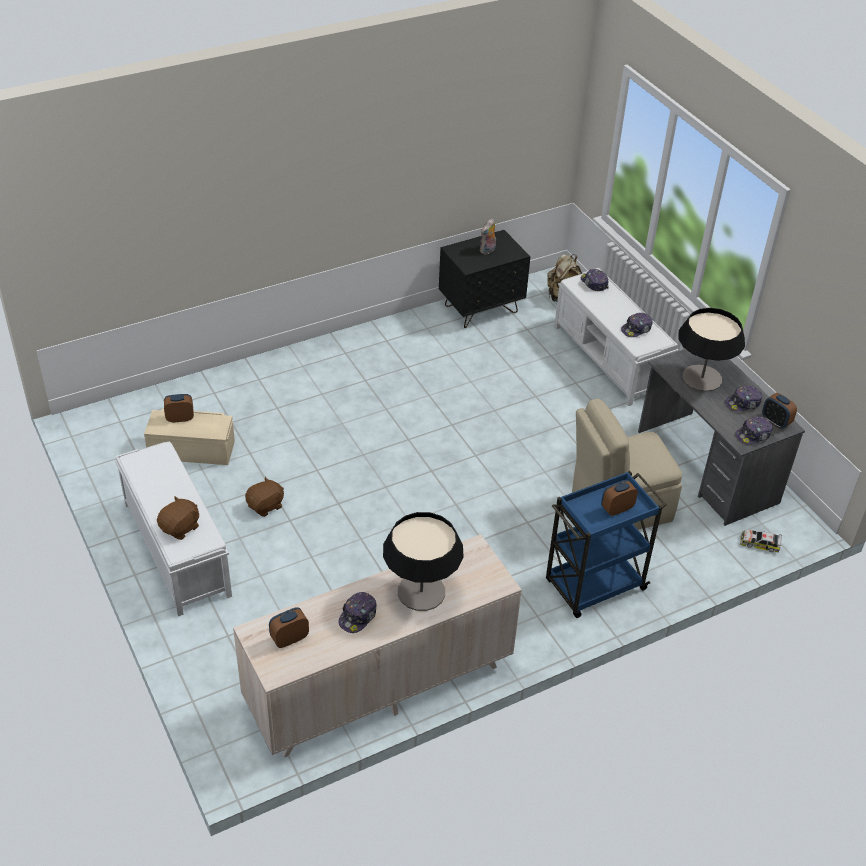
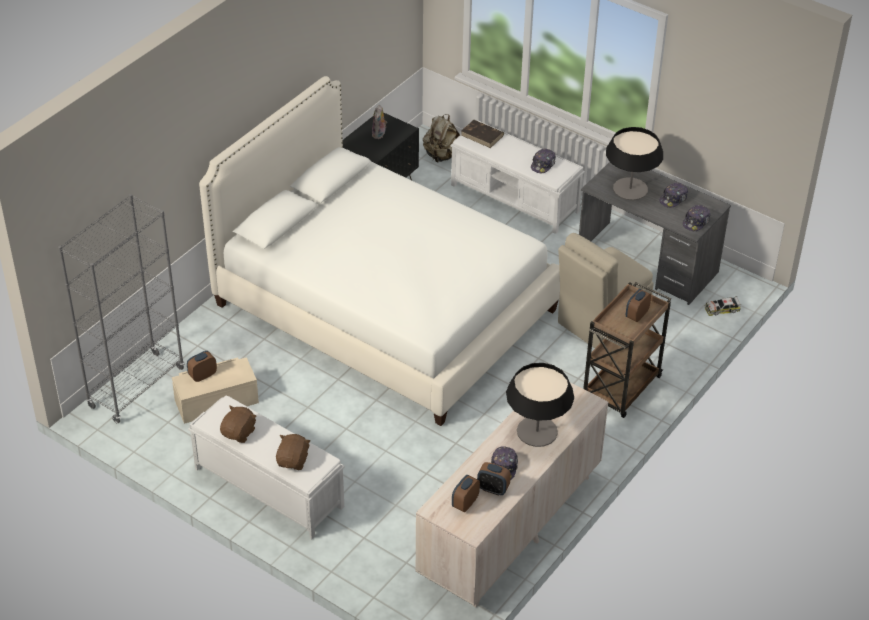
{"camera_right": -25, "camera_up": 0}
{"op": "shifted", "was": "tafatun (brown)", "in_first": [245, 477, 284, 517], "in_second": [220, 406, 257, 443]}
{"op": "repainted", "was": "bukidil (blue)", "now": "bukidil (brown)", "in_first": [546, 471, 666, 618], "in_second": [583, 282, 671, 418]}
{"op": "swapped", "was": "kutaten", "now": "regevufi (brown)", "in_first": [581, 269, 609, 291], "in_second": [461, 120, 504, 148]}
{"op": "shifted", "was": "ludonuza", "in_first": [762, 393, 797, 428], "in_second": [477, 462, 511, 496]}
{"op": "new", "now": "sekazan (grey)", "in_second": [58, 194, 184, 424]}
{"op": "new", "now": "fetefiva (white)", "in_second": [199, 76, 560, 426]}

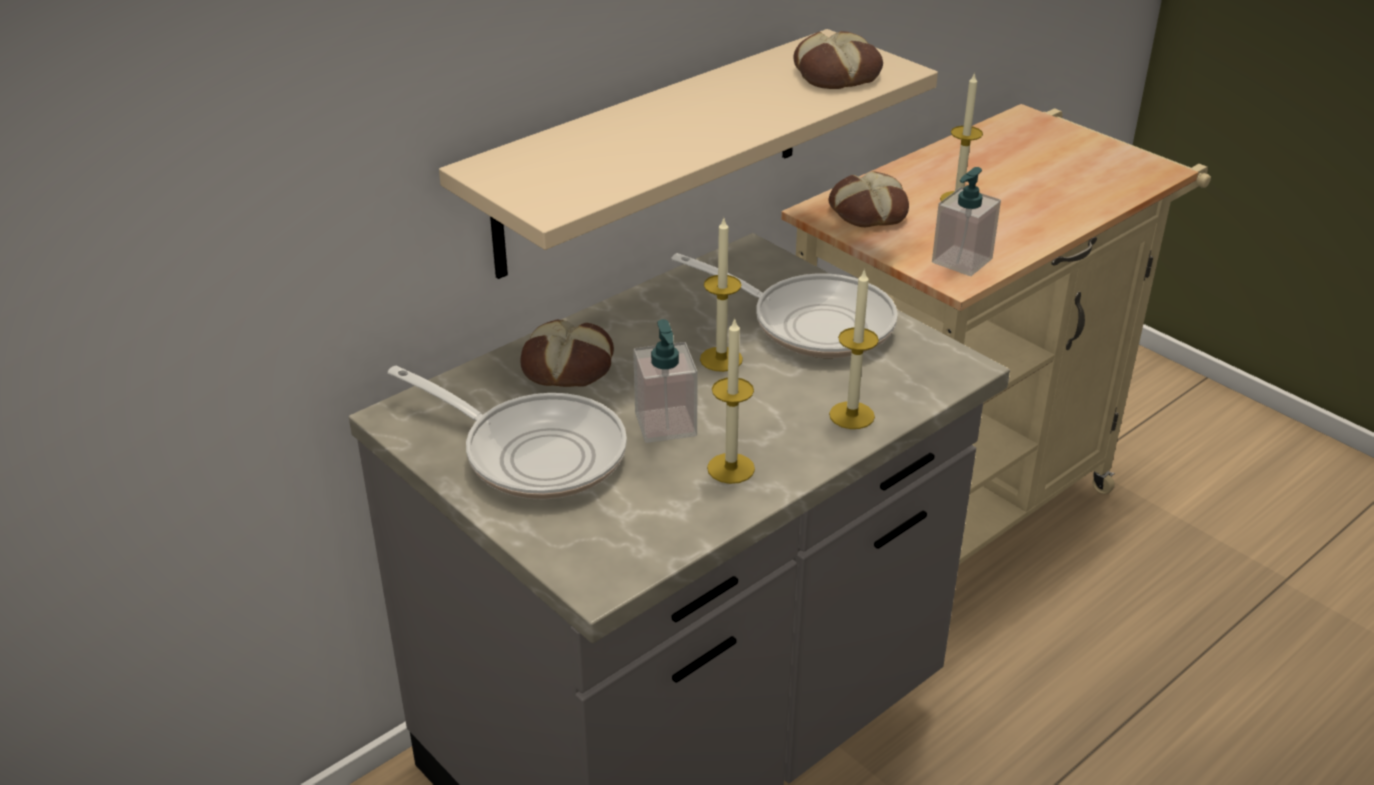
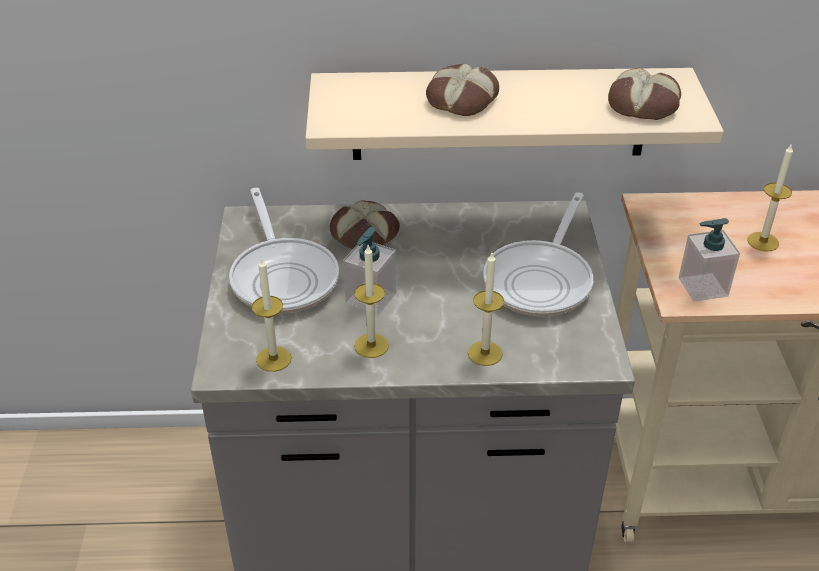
{"camera_right": 40, "camera_up": 5}
{"op": "rotated", "was": "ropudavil", "in_first": [671, 253, 898, 358], "in_second": [483, 192, 593, 317], "clockwise": 45}
{"op": "shifted", "was": "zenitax", "in_first": [700, 217, 743, 372], "in_second": [252, 257, 292, 372]}
{"op": "shifted", "was": "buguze", "in_first": [828, 171, 909, 227], "in_second": [426, 63, 499, 116]}

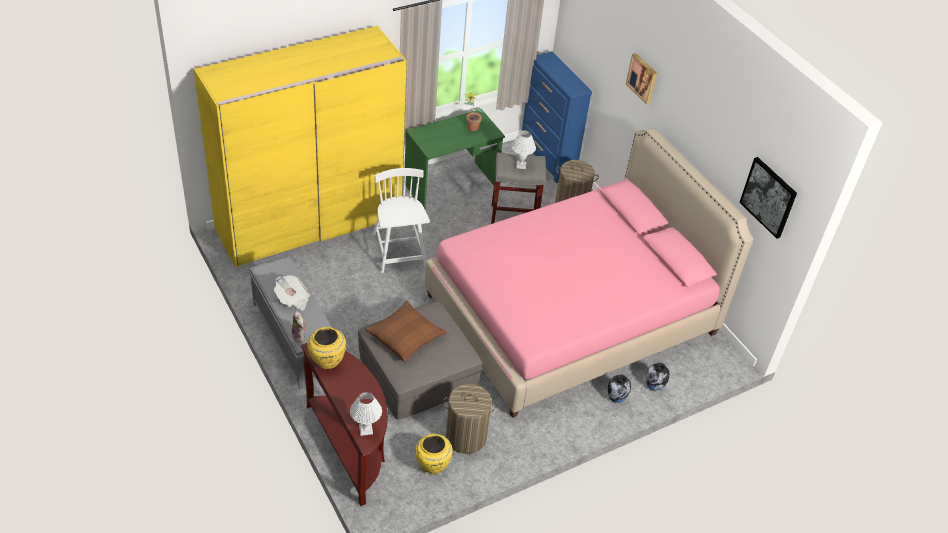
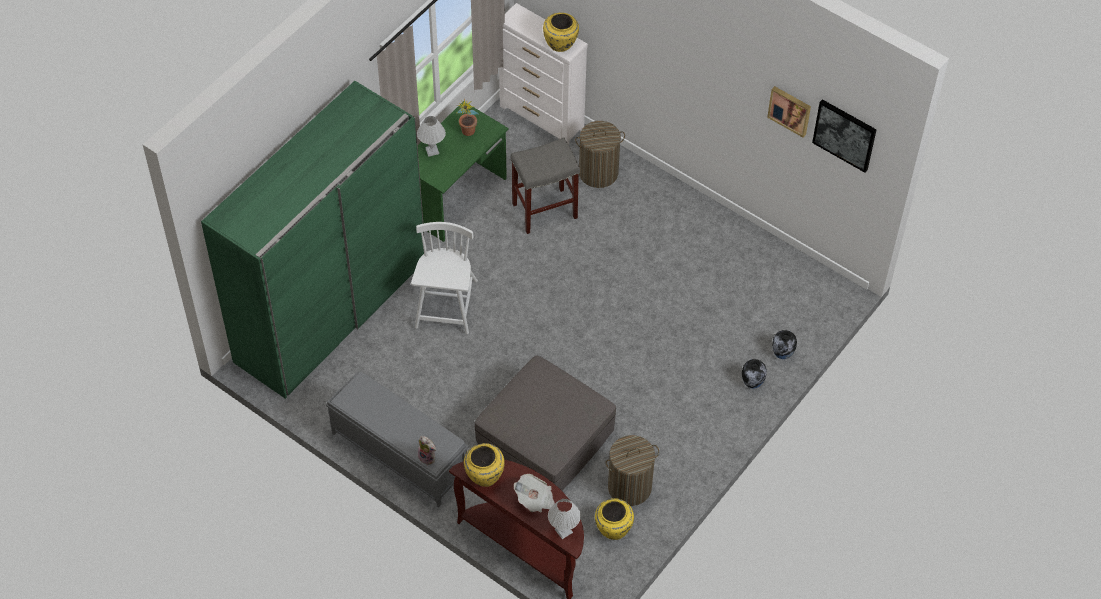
{"camera_right": -20, "camera_up": 10}
{"op": "repainted", "was": "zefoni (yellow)", "now": "zefoni (green)", "in_first": [194, 26, 407, 268], "in_second": [201, 81, 425, 399]}
{"op": "shifted", "was": "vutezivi", "in_first": [274, 275, 310, 311], "in_second": [514, 474, 555, 512]}
{"op": "gone", "was": "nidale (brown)", "in_first": [365, 301, 447, 363]}
{"op": "rotated", "was": "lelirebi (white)", "in_first": [372, 168, 430, 273], "in_second": [411, 222, 478, 334], "clockwise": 45}
{"op": "gone", "was": "fetefiva (pink)", "in_first": [425, 128, 753, 418]}
{"op": "shifted", "was": "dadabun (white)", "in_first": [511, 131, 536, 169], "in_second": [417, 116, 446, 157]}
{"op": "repainted", "was": "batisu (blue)", "now": "batisu (white)", "in_first": [522, 51, 592, 183], "in_second": [499, 3, 588, 145]}
{"op": "shifted", "was": "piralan", "in_first": [626, 53, 657, 104], "in_second": [767, 86, 811, 137]}
{"op": "new", "now": "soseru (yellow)", "in_second": [543, 12, 579, 52]}

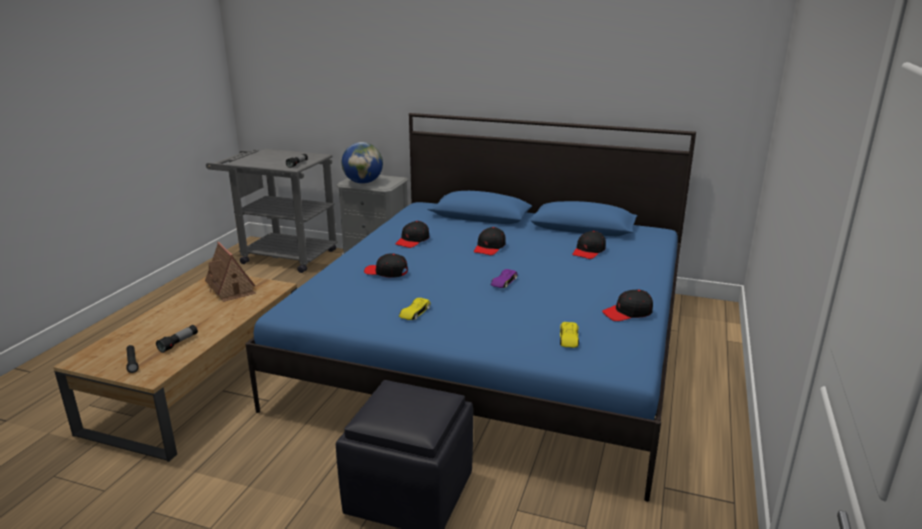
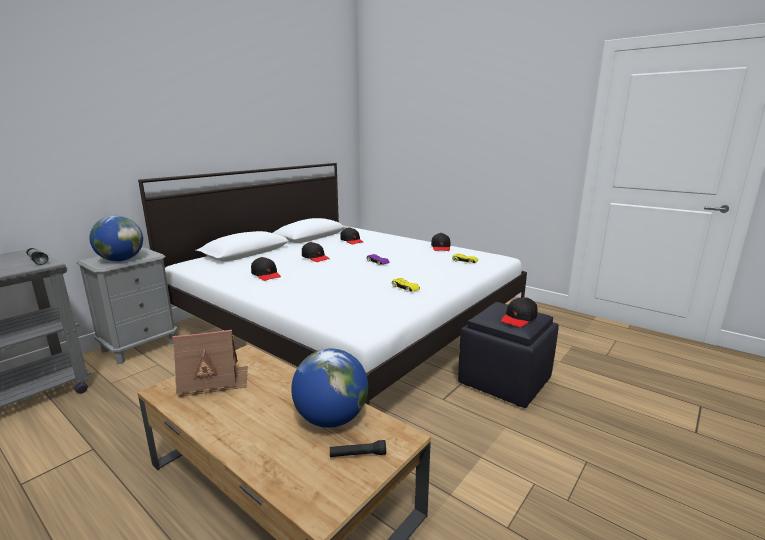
{"camera_right": -70, "camera_up": -5}
{"op": "swapped", "was": "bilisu", "now": "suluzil", "in_first": [156, 325, 198, 353], "in_second": [291, 349, 368, 428]}
{"op": "repainted", "was": "fetefiva (blue)", "now": "fetefiva (white)", "in_first": [245, 113, 696, 502], "in_second": [138, 163, 527, 405]}
{"op": "shifted", "was": "kutaten (black)", "in_first": [364, 253, 408, 278], "in_second": [501, 297, 538, 327]}

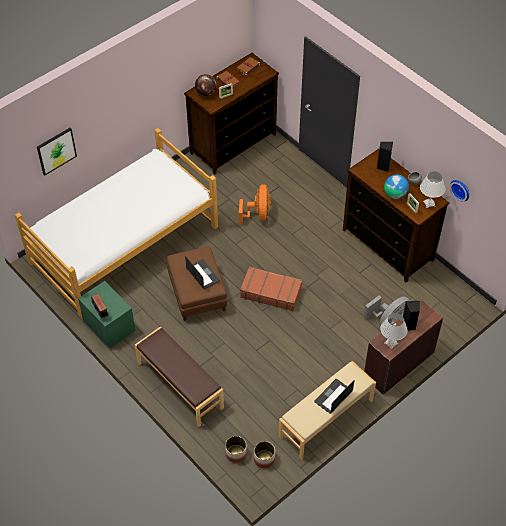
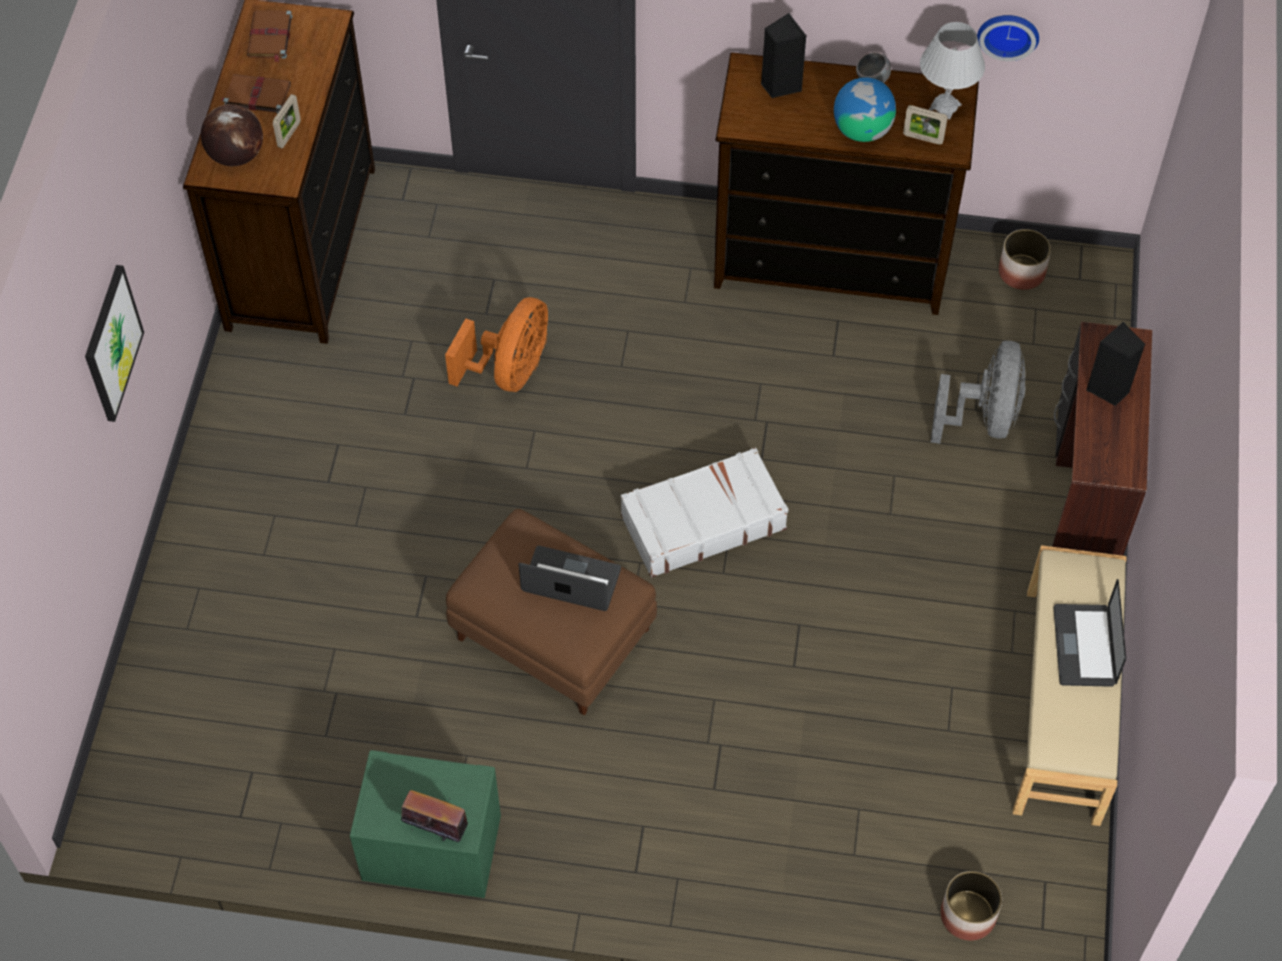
{"camera_right": -40, "camera_up": 5}
{"op": "gone", "was": "fetefiva", "in_first": [15, 128, 218, 319]}
{"op": "shifted", "was": "piralan", "in_first": [37, 128, 77, 176], "in_second": [85, 265, 144, 422]}
{"op": "gone", "was": "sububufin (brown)", "in_first": [135, 327, 224, 427]}
{"op": "rotated", "was": "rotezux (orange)", "in_first": [239, 184, 271, 225], "in_second": [445, 297, 548, 392], "clockwise": 60}
{"op": "repainted", "was": "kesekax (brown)", "now": "kesekax (white)", "in_first": [240, 266, 302, 312], "in_second": [621, 447, 788, 578]}
{"op": "shifted", "was": "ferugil", "in_first": [254, 441, 275, 468], "in_second": [999, 229, 1051, 290]}
{"op": "gone", "was": "dadabun (white)", "in_first": [380, 313, 408, 349]}

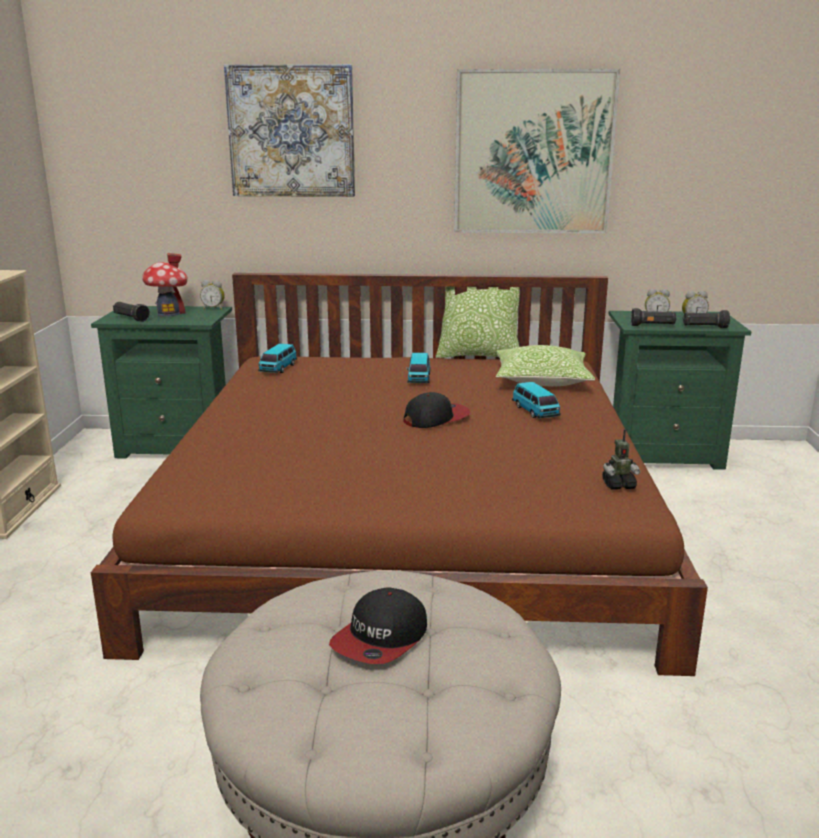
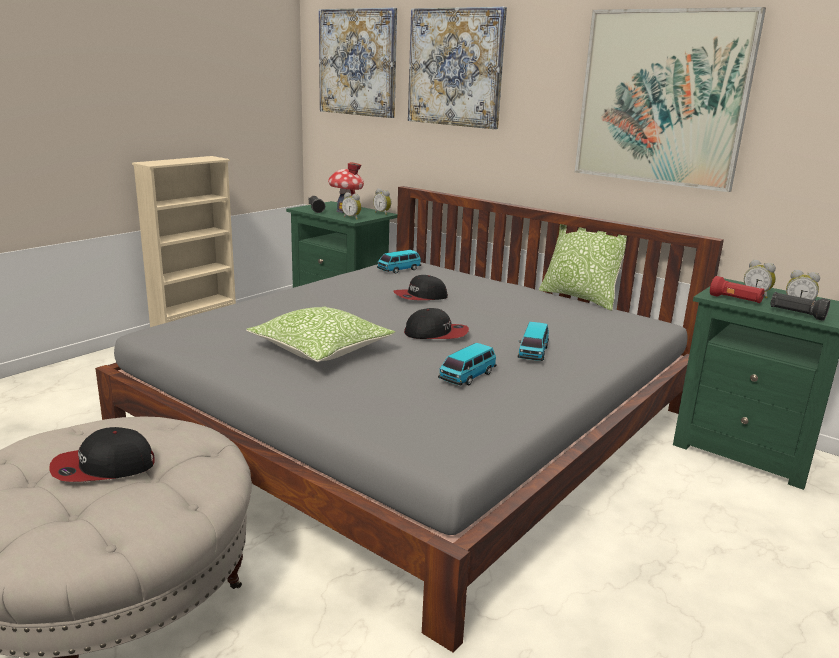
{"camera_right": 35, "camera_up": 0}
{"op": "repainted", "was": "fetefiva (brown)", "now": "fetefiva (grey)", "in_first": [91, 273, 708, 676], "in_second": [95, 186, 724, 653]}
{"op": "shifted", "was": "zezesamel", "in_first": [406, 353, 431, 383], "in_second": [438, 343, 497, 386]}
{"op": "shifted", "was": "nidale", "in_first": [496, 345, 595, 386], "in_second": [246, 306, 395, 362]}
{"op": "gone", "was": "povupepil", "in_first": [602, 429, 640, 490]}
{"op": "repainted", "was": "bilisu (black)", "now": "bilisu (red)", "in_first": [631, 308, 677, 326], "in_second": [710, 276, 765, 303]}
{"op": "new", "now": "piralan", "in_second": [319, 8, 397, 118]}
{"op": "new", "now": "ludonuza", "in_second": [342, 192, 362, 220]}
{"op": "new", "now": "kutaten", "in_second": [393, 275, 448, 300]}

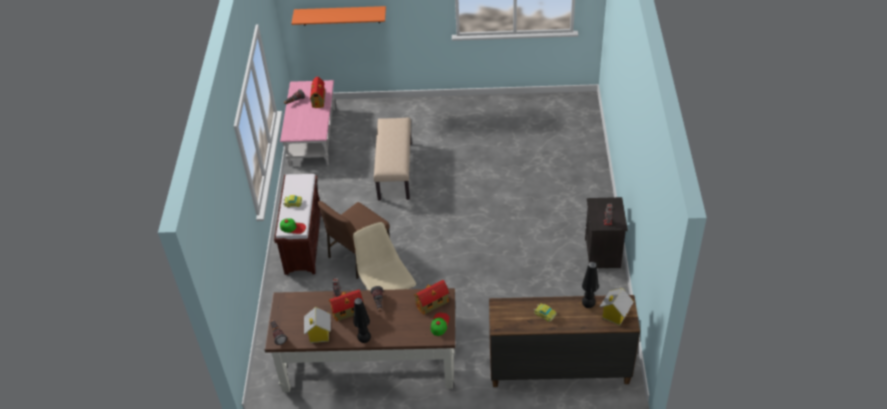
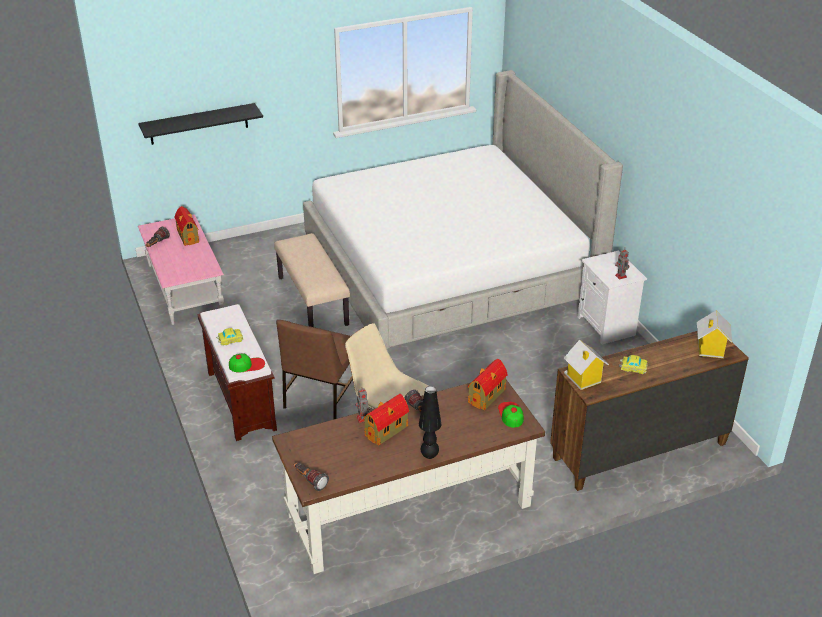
{"camera_right": -25, "camera_up": -10}
{"op": "repainted", "was": "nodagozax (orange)", "now": "nodagozax (black)", "in_first": [291, 6, 386, 26], "in_second": [138, 103, 263, 145]}
{"op": "shifted", "was": "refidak", "in_first": [304, 307, 331, 343], "in_second": [564, 340, 609, 390]}
{"op": "gone", "was": "dadabun (black)", "in_first": [582, 262, 599, 308]}
{"op": "repainted", "was": "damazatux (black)", "now": "damazatux (white)", "in_first": [585, 197, 628, 268], "in_second": [578, 251, 647, 345]}
{"op": "new", "now": "fetefiva", "in_second": [303, 70, 623, 349]}

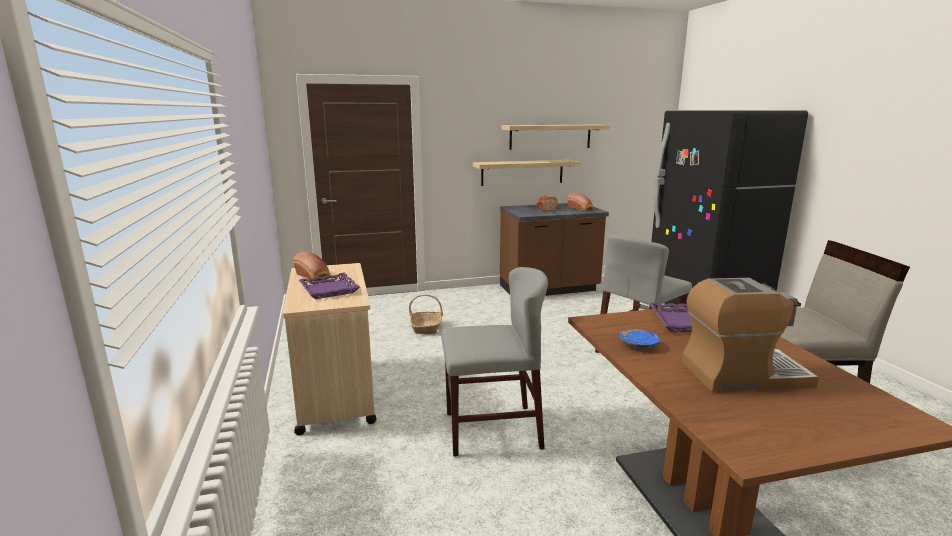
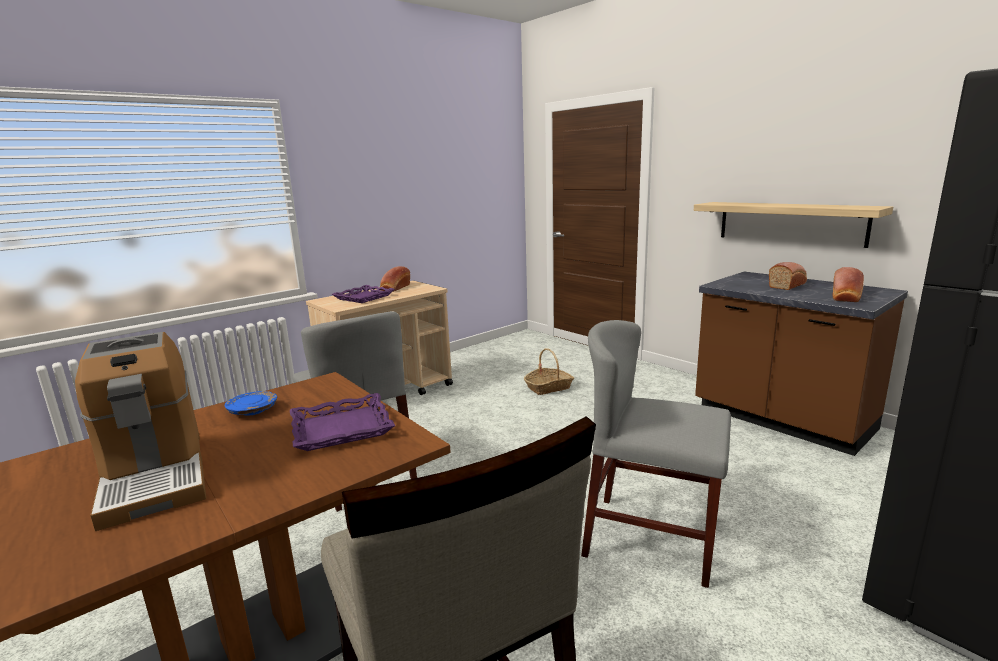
{"camera_right": 65, "camera_up": 0}
{"op": "gone", "was": "nodagozax", "in_first": [501, 125, 610, 150]}

